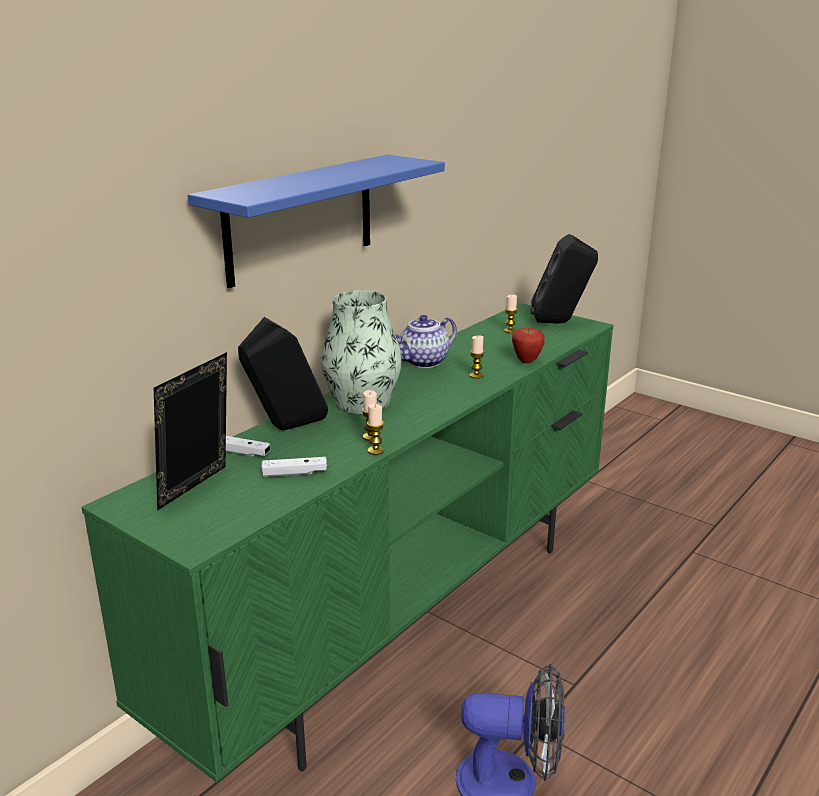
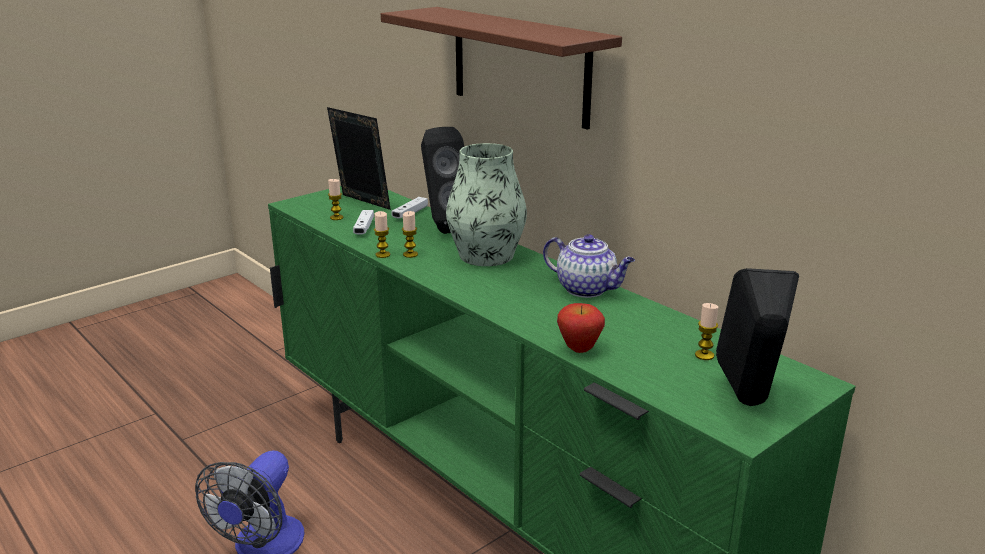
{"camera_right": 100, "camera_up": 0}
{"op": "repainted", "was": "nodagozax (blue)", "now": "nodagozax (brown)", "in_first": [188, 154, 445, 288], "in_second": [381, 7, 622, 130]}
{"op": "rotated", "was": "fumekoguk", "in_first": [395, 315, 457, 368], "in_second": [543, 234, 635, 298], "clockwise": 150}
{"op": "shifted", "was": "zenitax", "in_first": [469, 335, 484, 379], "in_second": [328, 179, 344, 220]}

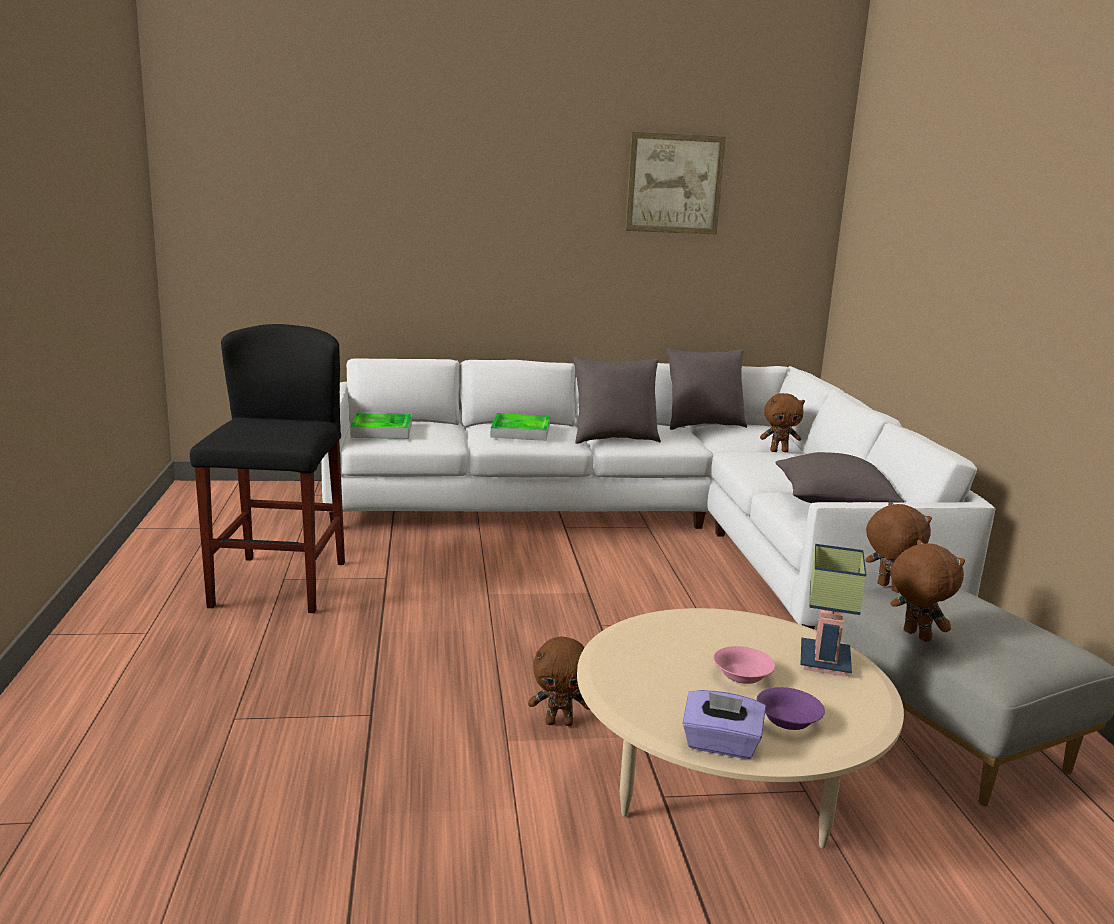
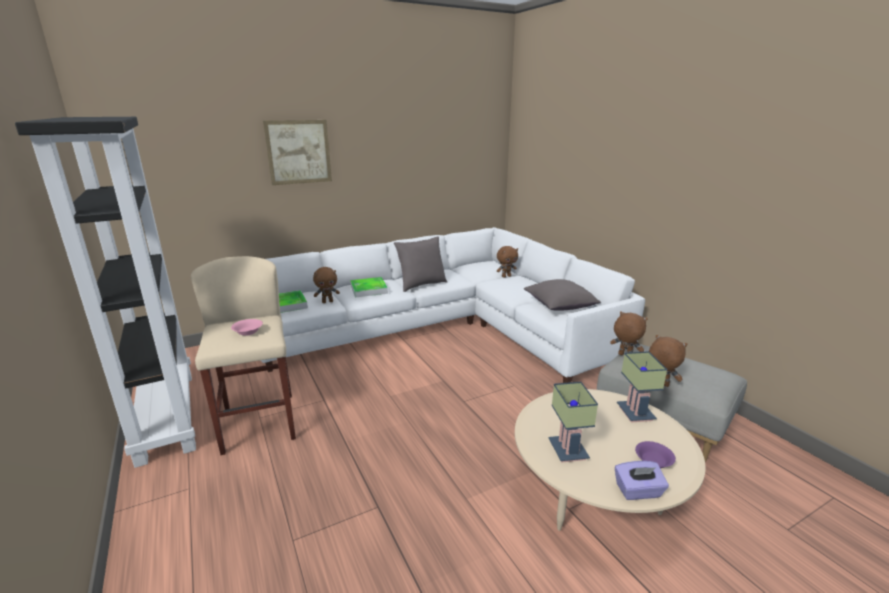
{"camera_right": -20, "camera_up": 5}
{"op": "repainted", "was": "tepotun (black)", "now": "tepotun (beige)", "in_first": [190, 324, 345, 613], "in_second": [191, 256, 296, 455]}
{"op": "shifted", "was": "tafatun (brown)", "in_first": [528, 637, 590, 726], "in_second": [313, 267, 340, 303]}
{"op": "shifted", "was": "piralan", "in_first": [625, 132, 726, 235], "in_second": [263, 120, 332, 185]}
{"op": "gone", "was": "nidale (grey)", "in_first": [666, 348, 747, 430]}
{"op": "shifted", "was": "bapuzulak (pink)", "in_first": [713, 646, 776, 684], "in_second": [231, 319, 263, 336]}
{"op": "new", "now": "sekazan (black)", "in_second": [15, 117, 196, 468]}
{"op": "new", "now": "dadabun", "in_second": [548, 382, 598, 463]}

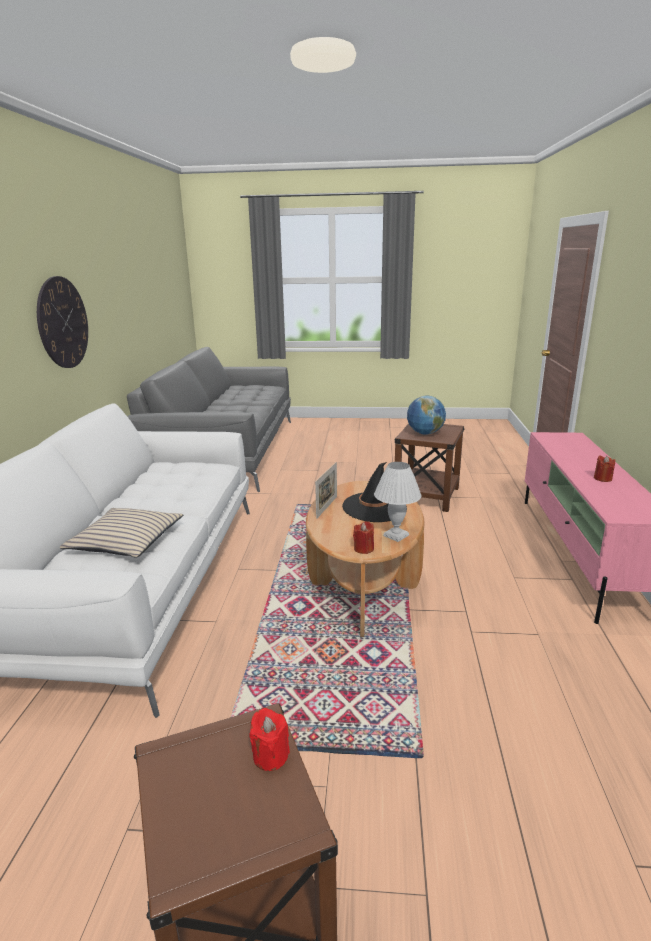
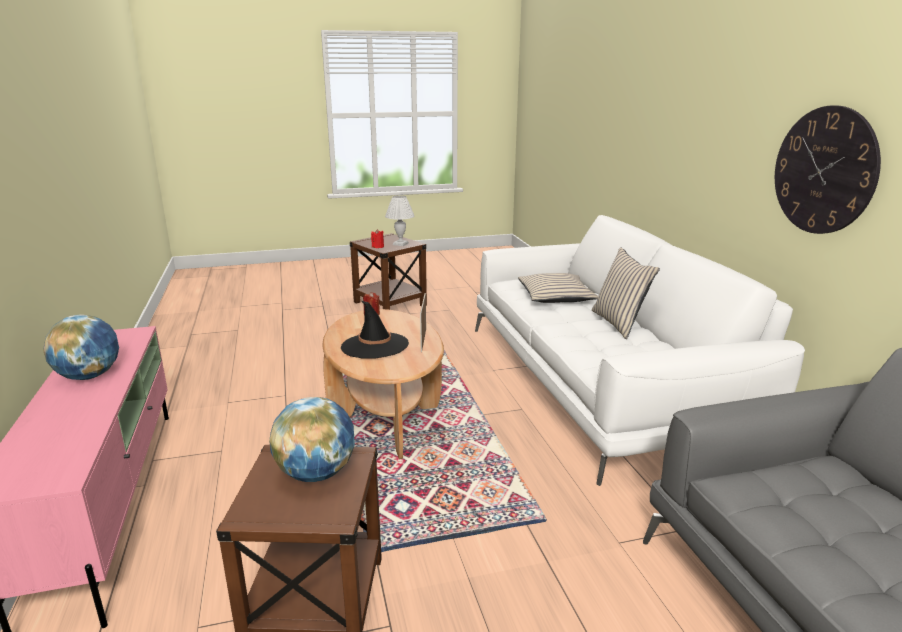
{"camera_right": 160, "camera_up": 0}
{"op": "shifted", "was": "dadabun (white)", "in_first": [374, 462, 422, 542], "in_second": [385, 195, 414, 246]}
{"op": "swapped", "was": "zenitax (red)", "now": "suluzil", "in_first": [594, 455, 615, 482], "in_second": [43, 315, 119, 380]}
{"op": "new", "now": "nidale (beige)", "in_second": [592, 247, 660, 339]}

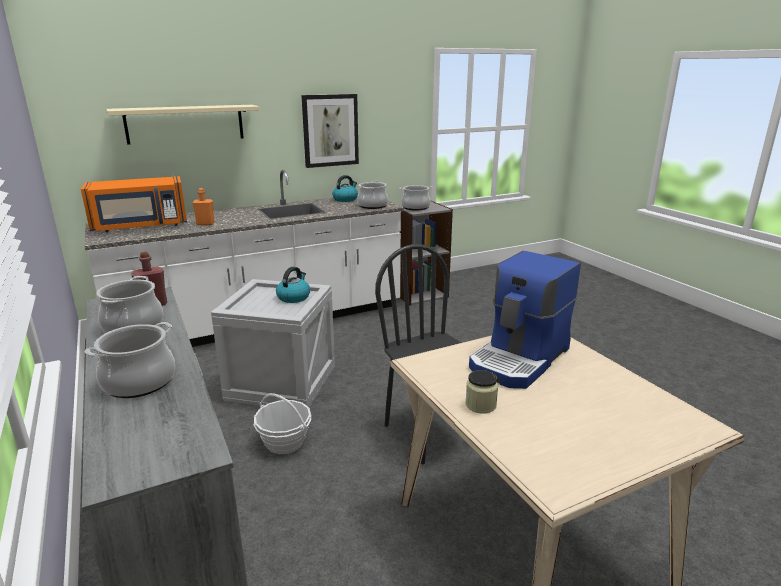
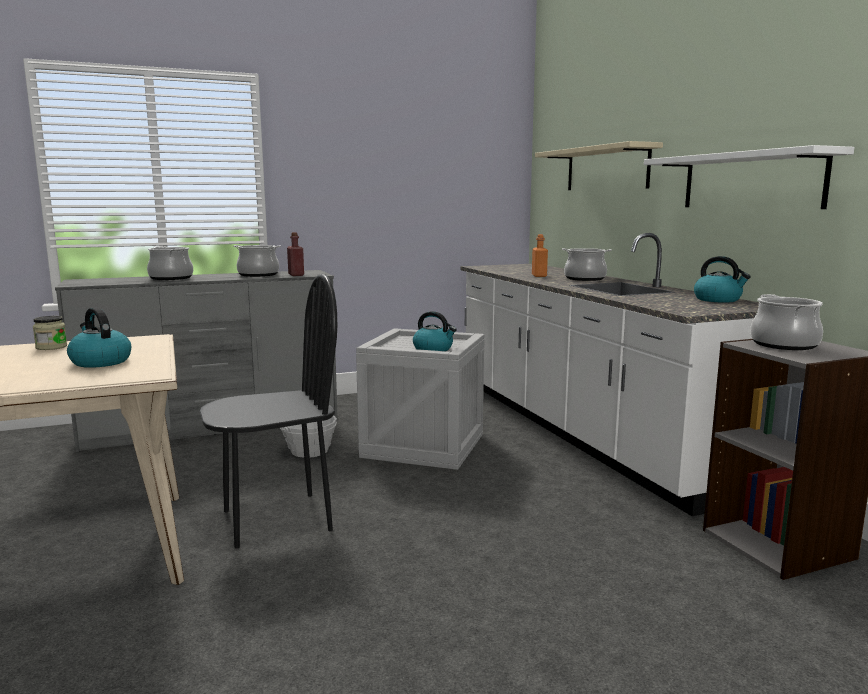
{"camera_right": 95, "camera_up": -10}
{"op": "gone", "was": "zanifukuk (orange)", "in_first": [81, 176, 187, 232]}
{"op": "swapped", "was": "piralan", "now": "nodagozax (white)", "in_first": [301, 94, 359, 168], "in_second": [644, 145, 855, 209]}
{"op": "shifted", "was": "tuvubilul", "in_first": [357, 181, 388, 209], "in_second": [562, 248, 612, 281]}
{"op": "swapped", "was": "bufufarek", "now": "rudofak", "in_first": [469, 251, 581, 389], "in_second": [67, 307, 131, 368]}

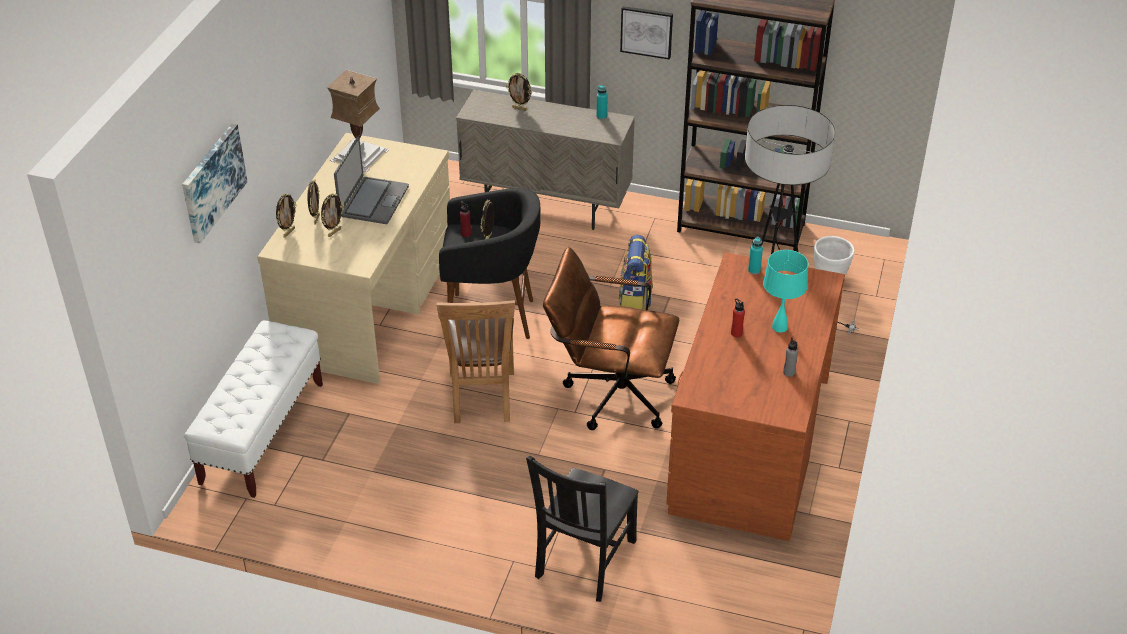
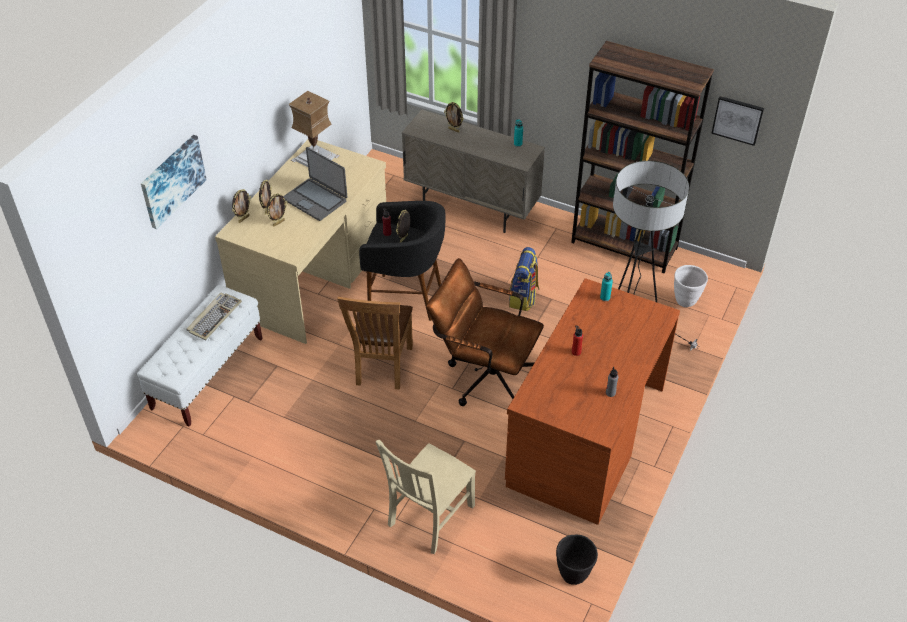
{"camera_right": 10, "camera_up": 5}
{"op": "rotated", "was": "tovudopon", "in_first": [334, 137, 409, 224], "in_second": [283, 147, 347, 221], "clockwise": 105}
{"op": "repainted", "was": "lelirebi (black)", "now": "lelirebi (beige)", "in_first": [526, 456, 639, 602], "in_second": [375, 440, 476, 554]}
{"op": "shifted", "was": "piralan", "in_first": [620, 6, 673, 60], "in_second": [711, 96, 764, 146]}
{"op": "gone", "was": "dadabun (turquoise)", "in_first": [763, 250, 808, 333]}
{"op": "new", "now": "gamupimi", "in_second": [186, 292, 242, 340]}
{"op": "new", "now": "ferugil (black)", "in_second": [556, 535, 598, 585]}

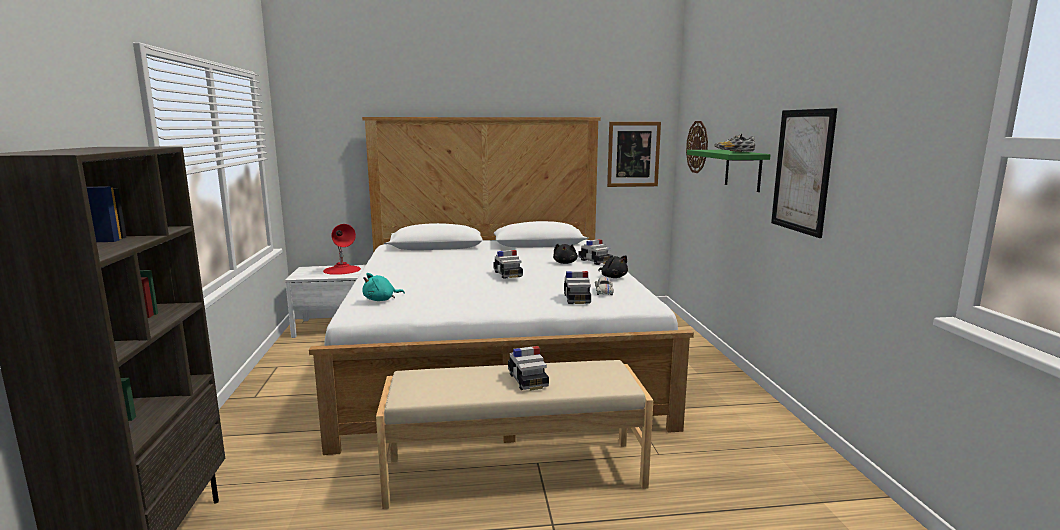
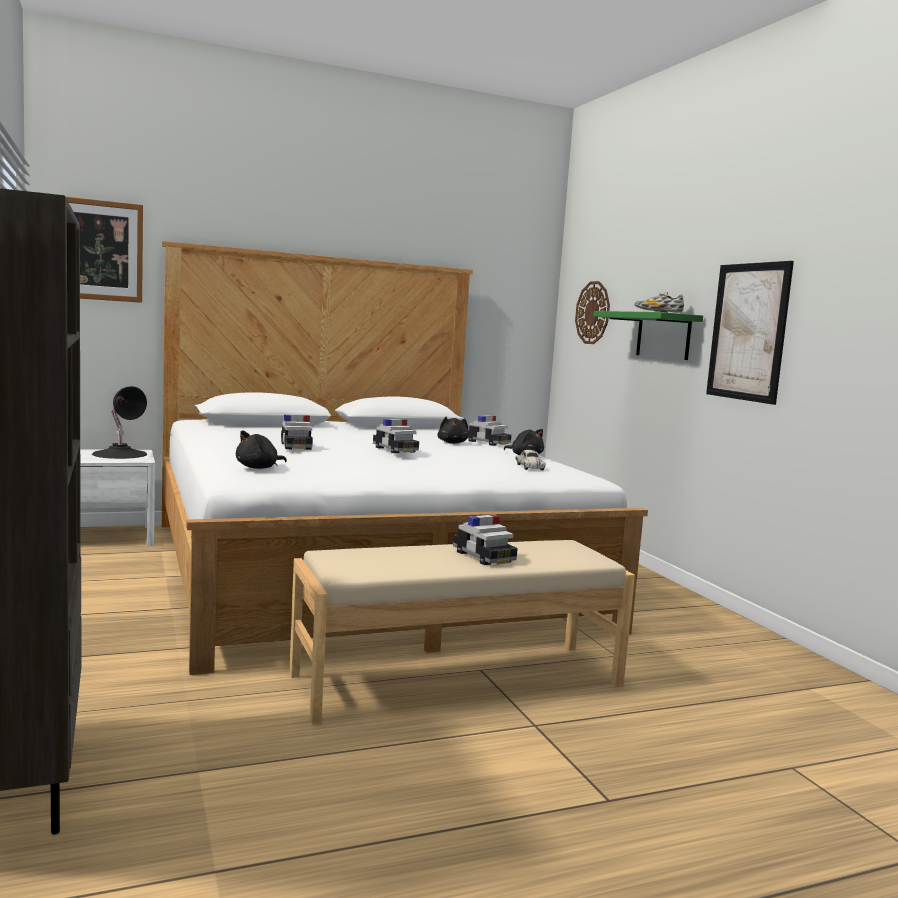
{"camera_right": -15, "camera_up": -5}
{"op": "repainted", "was": "dadabun (red)", "now": "dadabun (black)", "in_first": [323, 224, 361, 275], "in_second": [92, 386, 147, 459]}
{"op": "repainted", "was": "tafatun (turquoise)", "now": "tafatun (black)", "in_first": [362, 273, 405, 301], "in_second": [236, 431, 287, 469]}
{"op": "shifted", "was": "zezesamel", "in_first": [564, 271, 591, 304], "in_second": [281, 414, 313, 450]}
{"op": "shifted", "was": "piralan", "in_first": [607, 122, 661, 187], "in_second": [66, 197, 143, 303]}

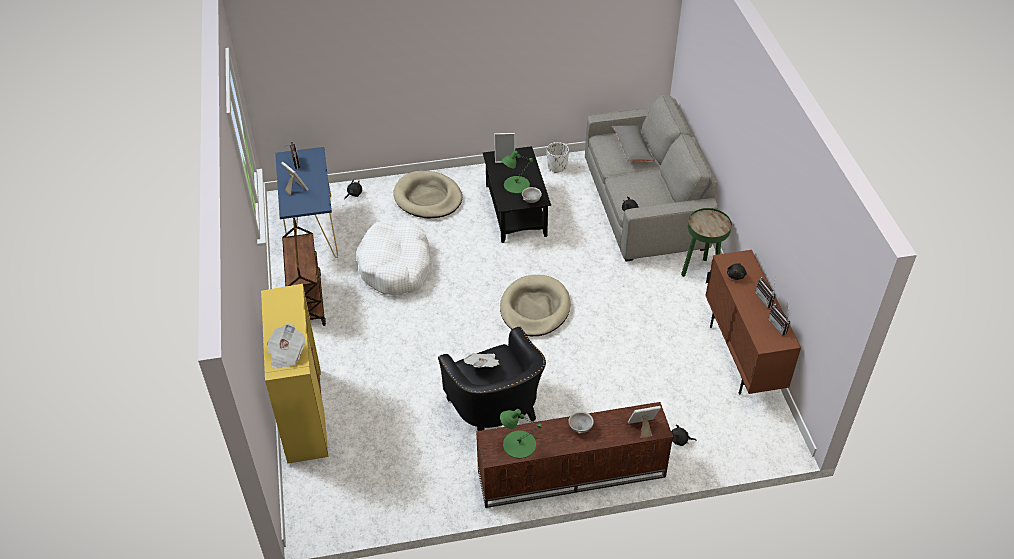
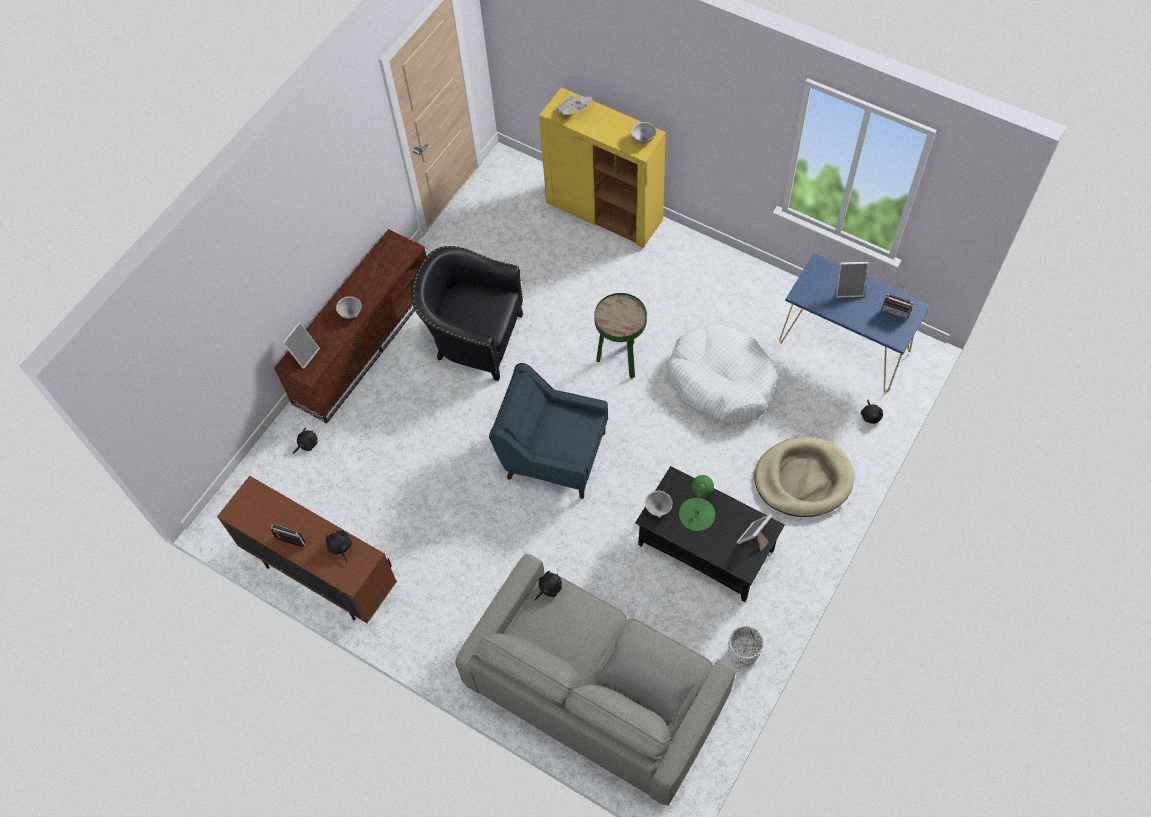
{"camera_right": 135, "camera_up": 15}
{"op": "gone", "was": "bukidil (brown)", "in_first": [282, 218, 326, 326]}
{"op": "gone", "was": "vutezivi", "in_first": [464, 353, 499, 367]}
{"op": "swapped", "was": "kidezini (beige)", "now": "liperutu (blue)", "in_first": [500, 275, 571, 336], "in_second": [489, 363, 608, 499]}
{"op": "gone", "was": "dadabun (green)", "in_first": [500, 409, 542, 458]}
{"op": "shifted", "was": "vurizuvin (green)", "in_first": [681, 208, 732, 277], "in_second": [594, 293, 647, 379]}
{"op": "gone", "was": "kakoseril", "in_first": [768, 304, 790, 336]}
{"op": "new", "now": "bapuzulak (grey)", "in_second": [631, 122, 656, 144]}

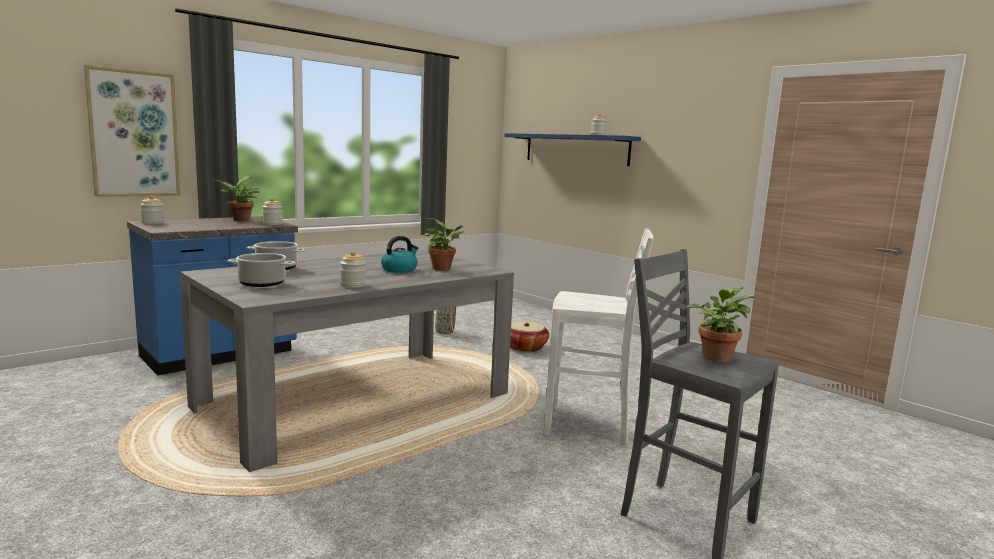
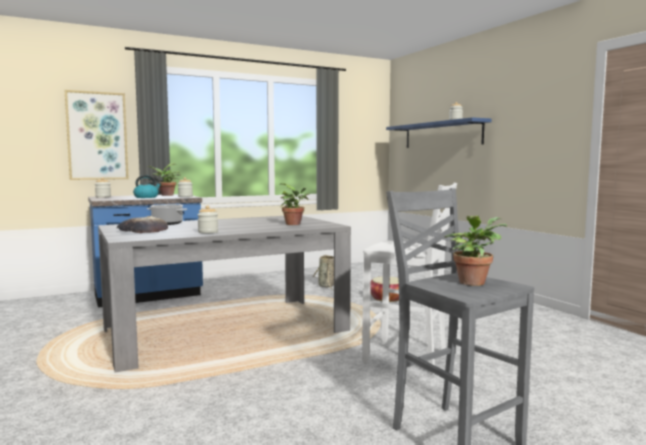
{"camera_right": 15, "camera_up": -5}
{"op": "swapped", "was": "tuvubilul", "now": "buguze", "in_first": [228, 253, 295, 287], "in_second": [117, 216, 168, 233]}
{"op": "shifted", "was": "rudofak", "in_first": [381, 236, 418, 273], "in_second": [133, 175, 161, 198]}

